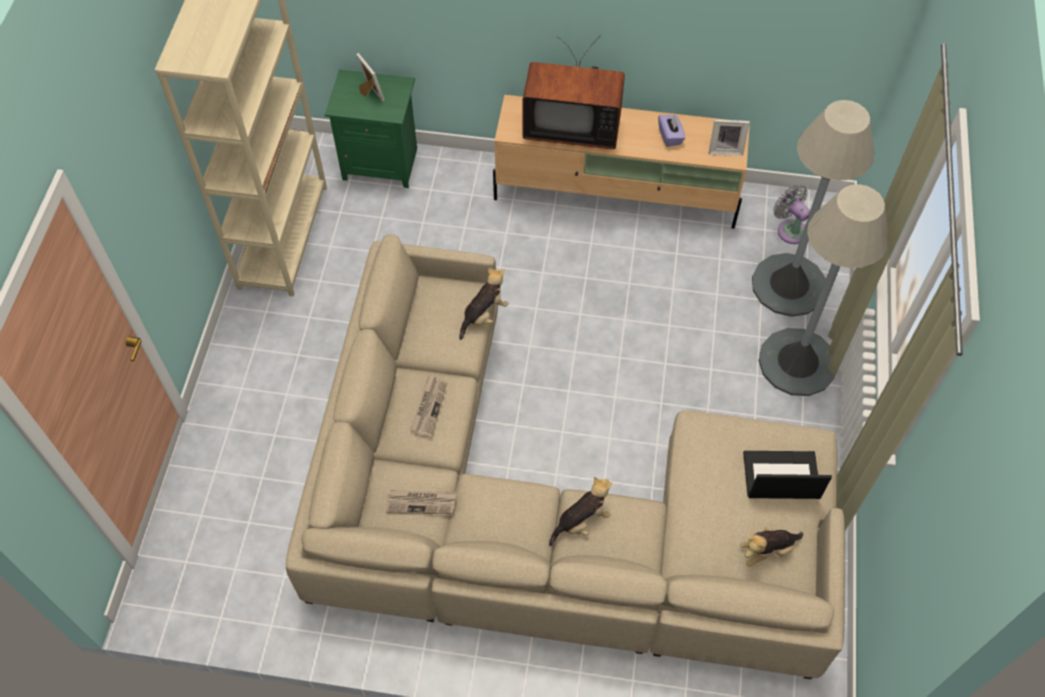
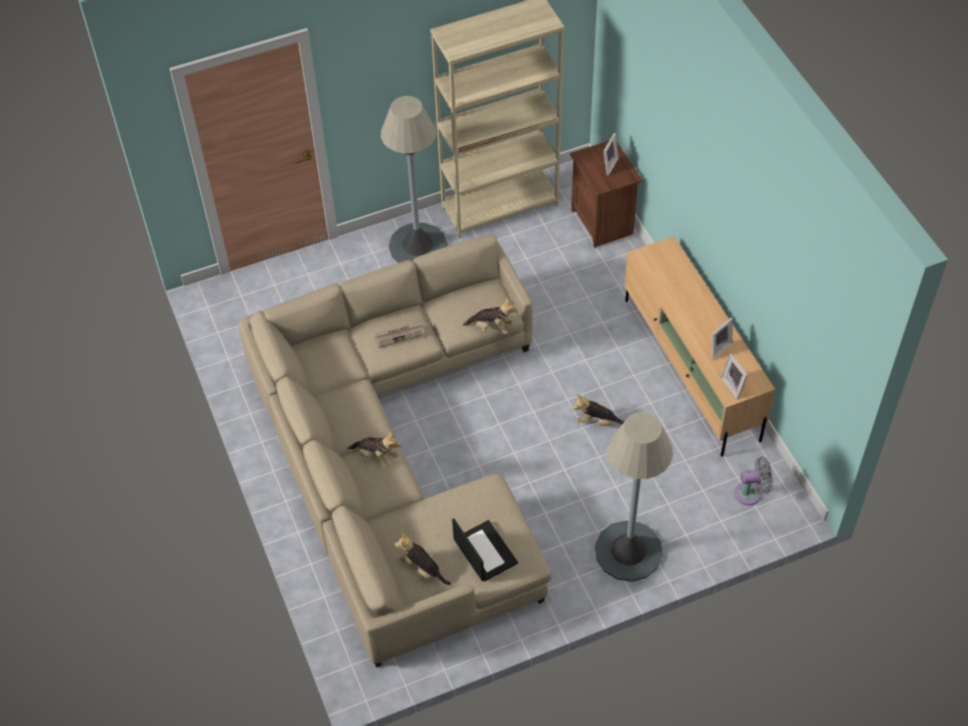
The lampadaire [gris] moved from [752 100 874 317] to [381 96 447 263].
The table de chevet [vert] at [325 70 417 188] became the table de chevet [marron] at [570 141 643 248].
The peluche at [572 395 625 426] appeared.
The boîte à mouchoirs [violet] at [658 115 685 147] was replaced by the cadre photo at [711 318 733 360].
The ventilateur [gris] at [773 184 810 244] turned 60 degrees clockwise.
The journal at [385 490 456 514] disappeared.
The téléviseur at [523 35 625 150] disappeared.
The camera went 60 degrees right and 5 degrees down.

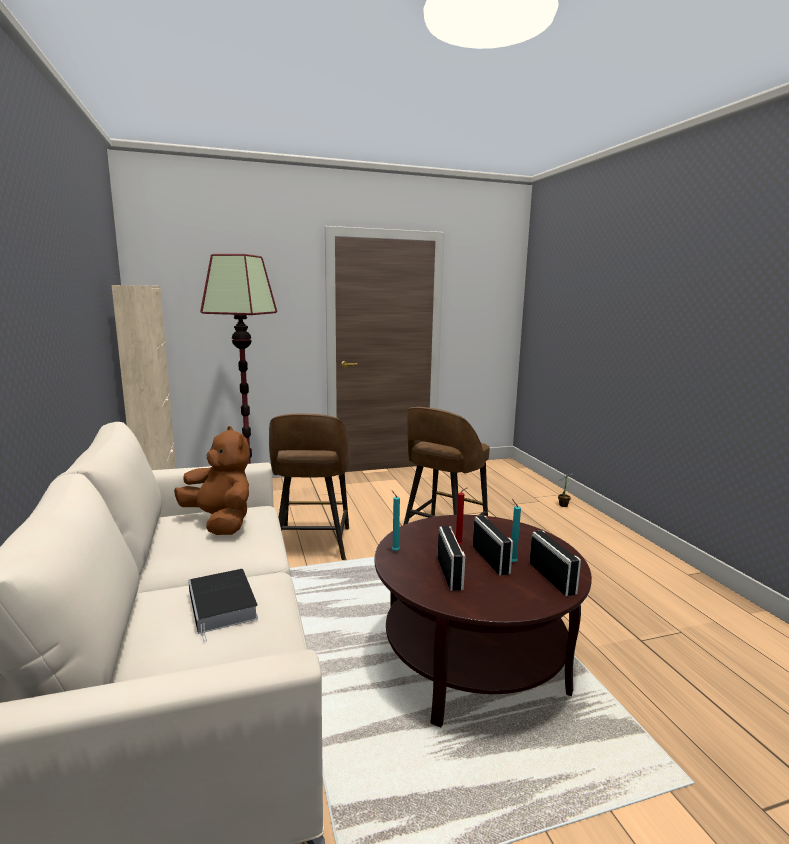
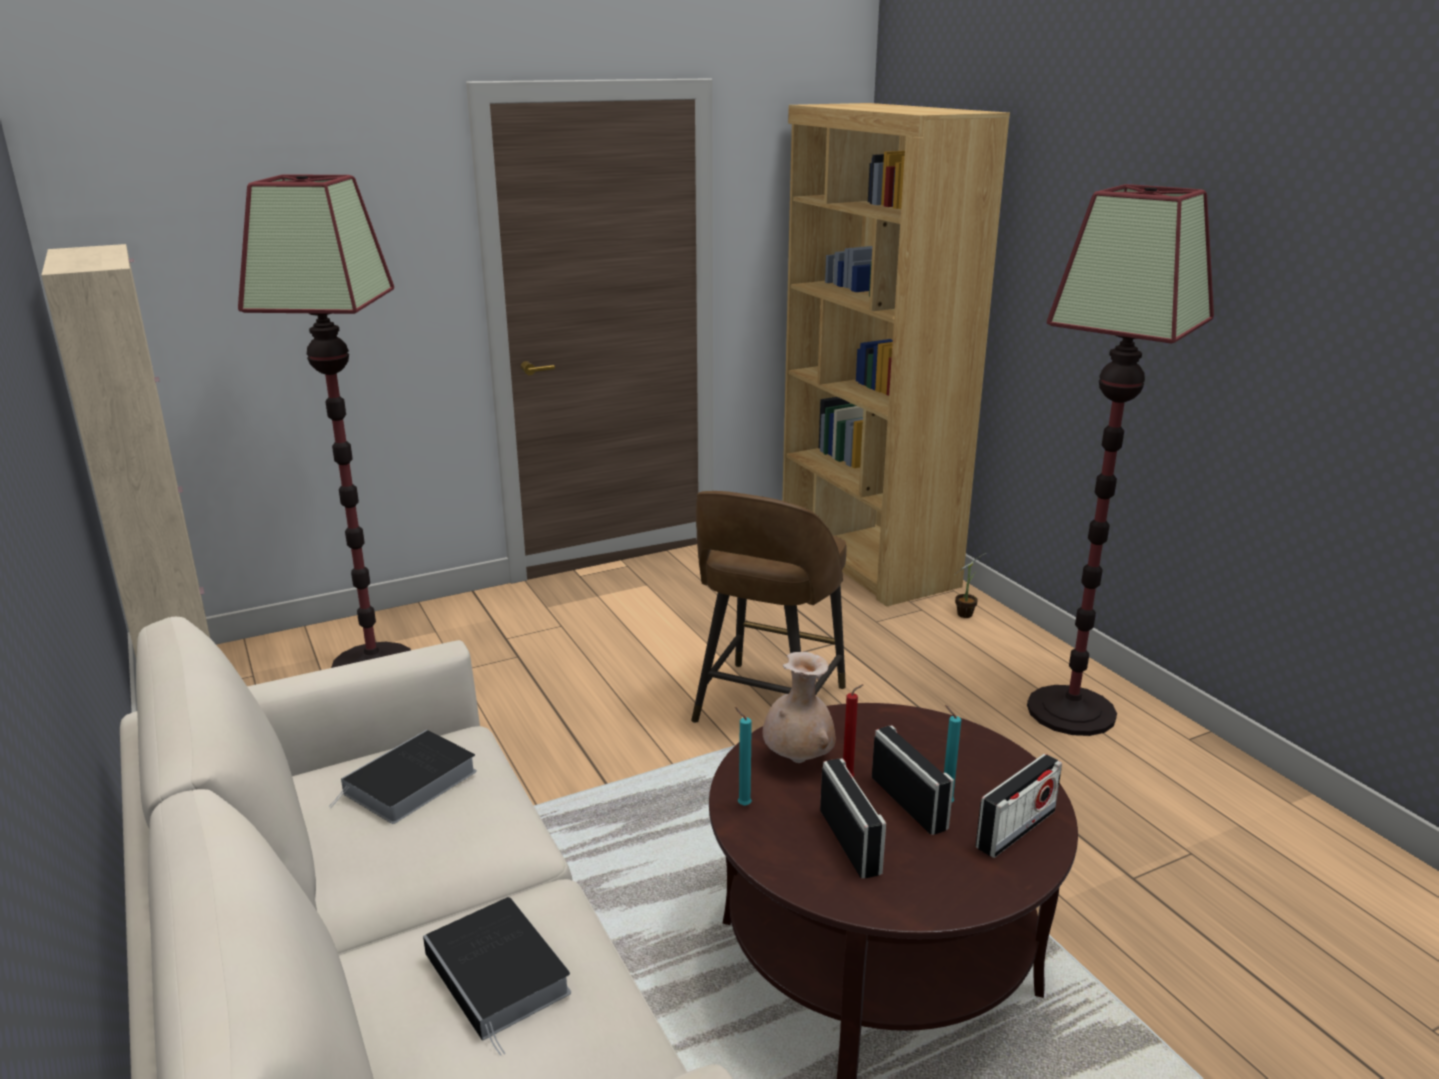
The peluche [marron] at [174 426 250 535] was replaced by the livre at [329 730 477 824].
The vase [beige] at [762 652 836 763] appeared.
The bibliothèque [marron] at [782 103 1010 607] appeared.
The radio at [529 531 581 596] turned 75 degrees clockwise.
The lampadaire at [1027 184 1214 736] appeared.
The tabouret [marron] at [269 414 350 560] disappeared.
The camera went 10 degrees left and 10 degrees up.

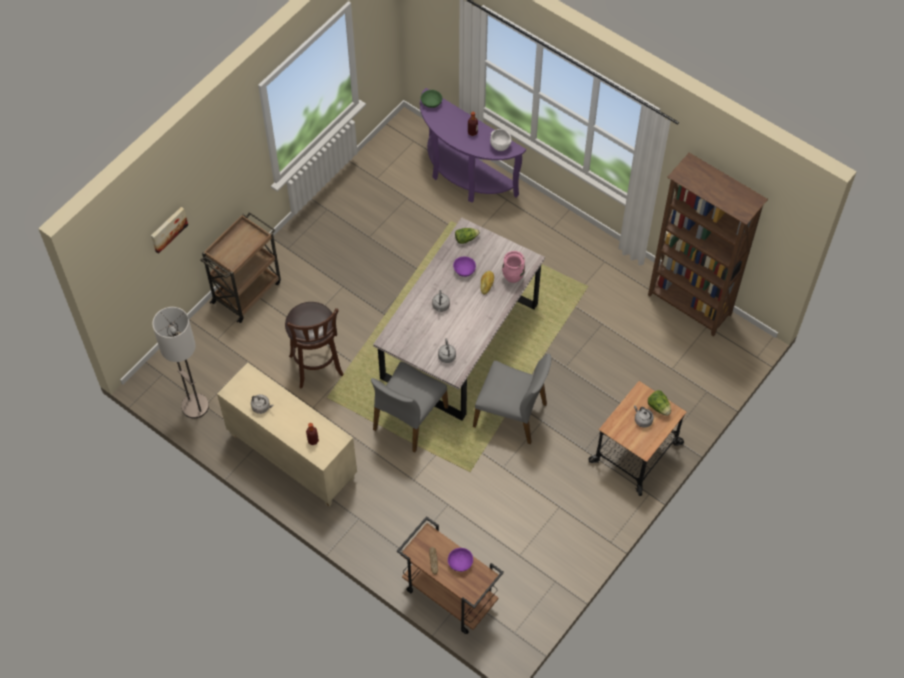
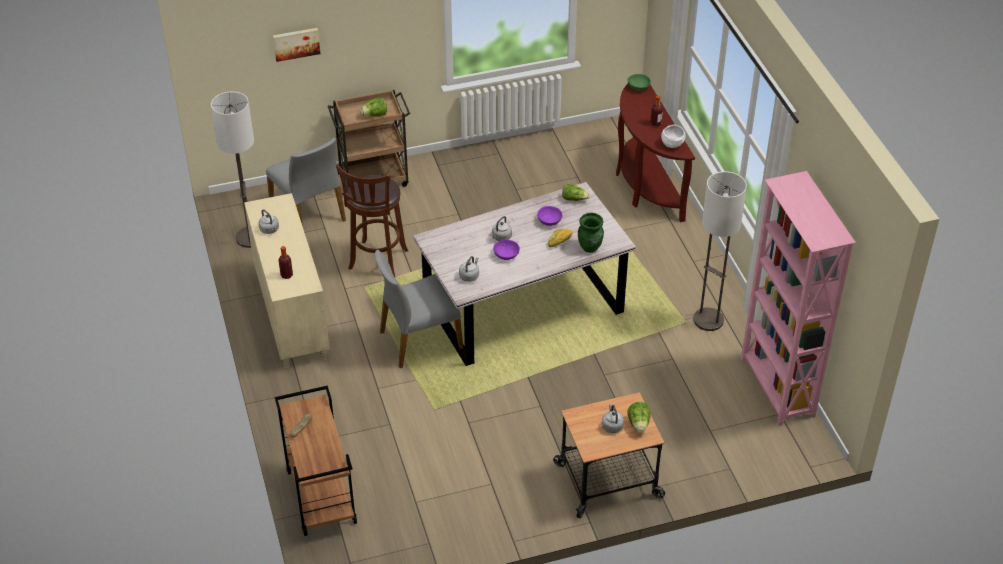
The chaise [gris] moved from [473 353 551 444] to [266 138 346 226].
The laitue at [360 97 387 117] appeared.
The bol [violet] moved from [448 548 473 572] to [493 239 520 260].
The vase [rose] at [502 251 525 283] became the vase [vert] at [578 212 604 253].
The table console [violet] at [420 88 526 203] became the table console [marron] at [616 84 695 222].
The lampadaire at [693 171 747 331] appeared.
The bibliothèque [marron] at [648 153 768 337] became the bibliothèque [rose] at [741 171 856 426].
The camera went 35 degrees right and 15 degrees down.

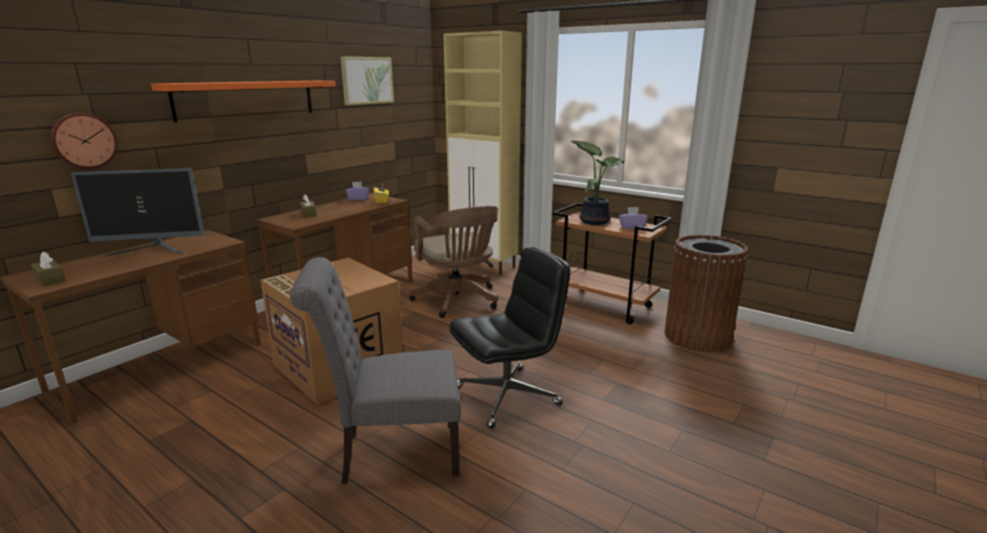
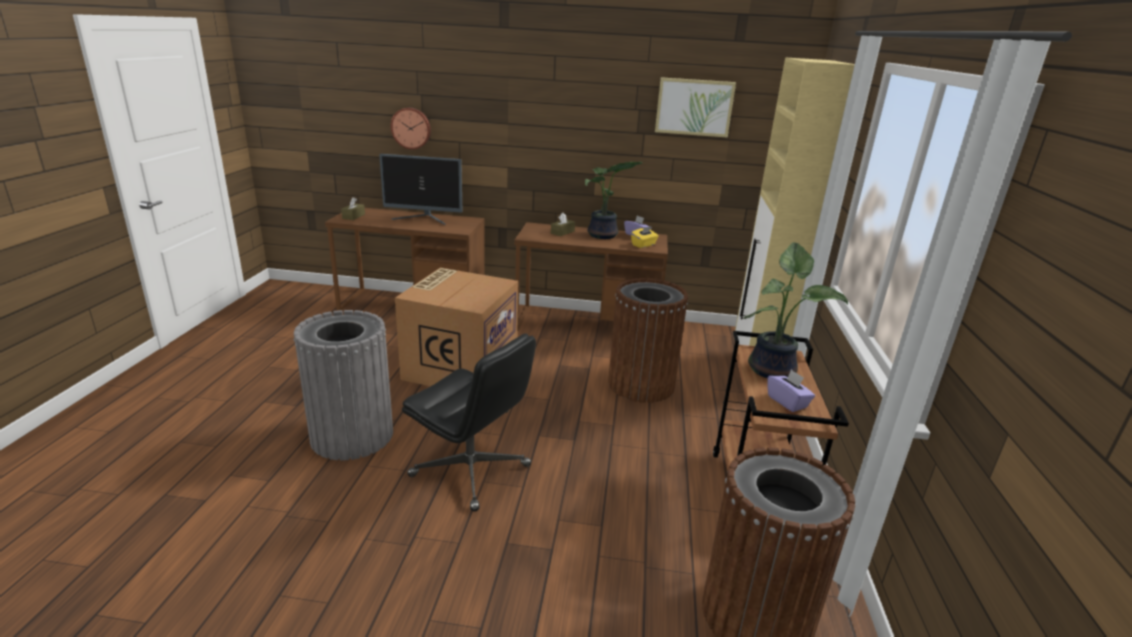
The chaise [gris] at [290 257 461 484] was replaced by the poubelle [gris] at [294 310 393 460].
The écran d'ordinateur at [71 168 204 257] turned 45 degrees counterclockwise.
The plante en pot at [585 162 642 239] appeared.
The chaise de bureau [marron] at [409 206 498 318] was replaced by the poubelle [marron] at [608 278 688 403].
The étagère [orange] at [151 81 335 123] disappeared.
The camera went 60 degrees right and 5 degrees up.

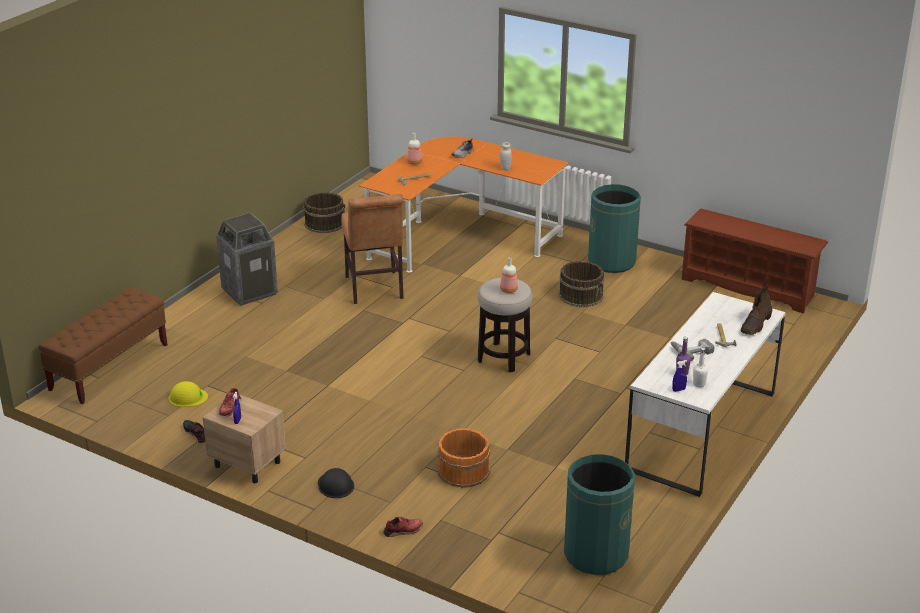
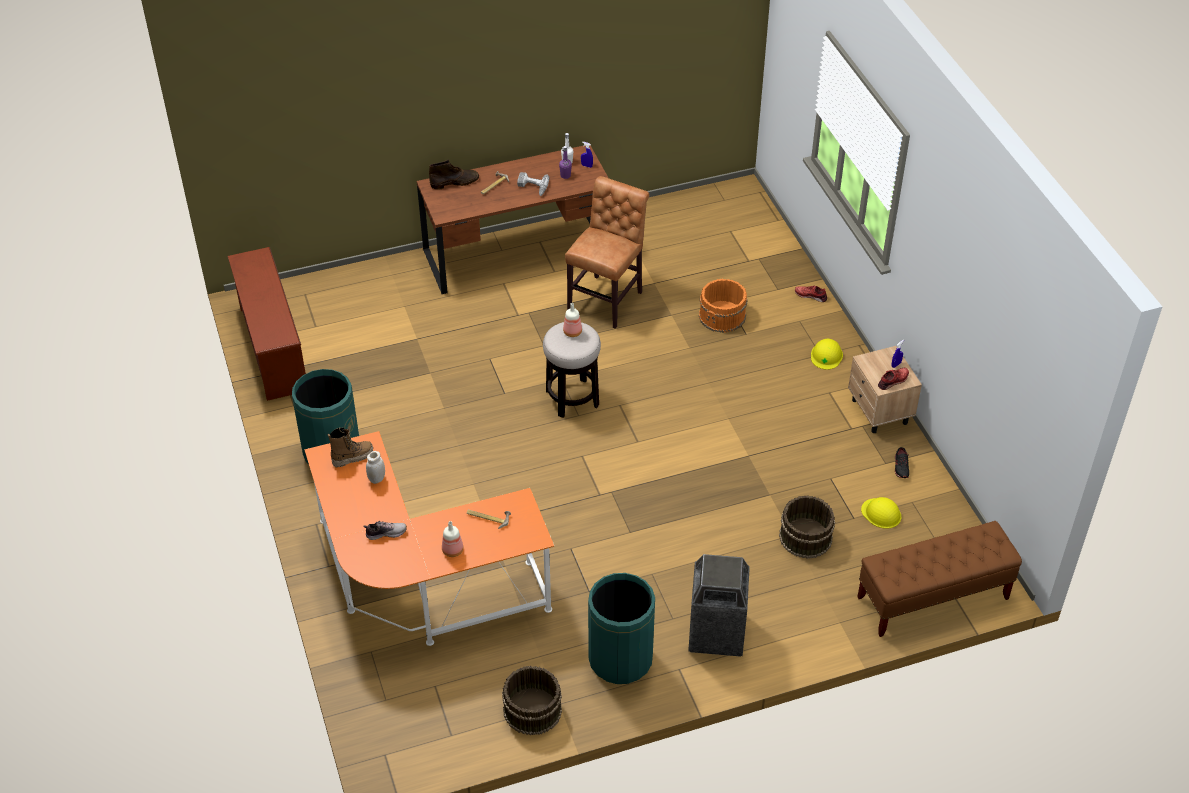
The botte at [328 427 373 467] appeared.
The bureau [blanc] at [625 292 785 497] became the bureau [marron] at [417 145 608 294].
The chaise [marron] moved from [341 194 404 304] to [565 176 649 329].
The poubelle [vert] moved from [564 454 635 575] to [588 573 655 684].
The seau [marron] moved from [559 261 605 307] to [779 495 835 559].
The casque de chantier [noir] at [318 468 354 498] became the casque de chantier [jaune] at [811 339 843 370].
The camera went 140 degrees left and 15 degrees up.

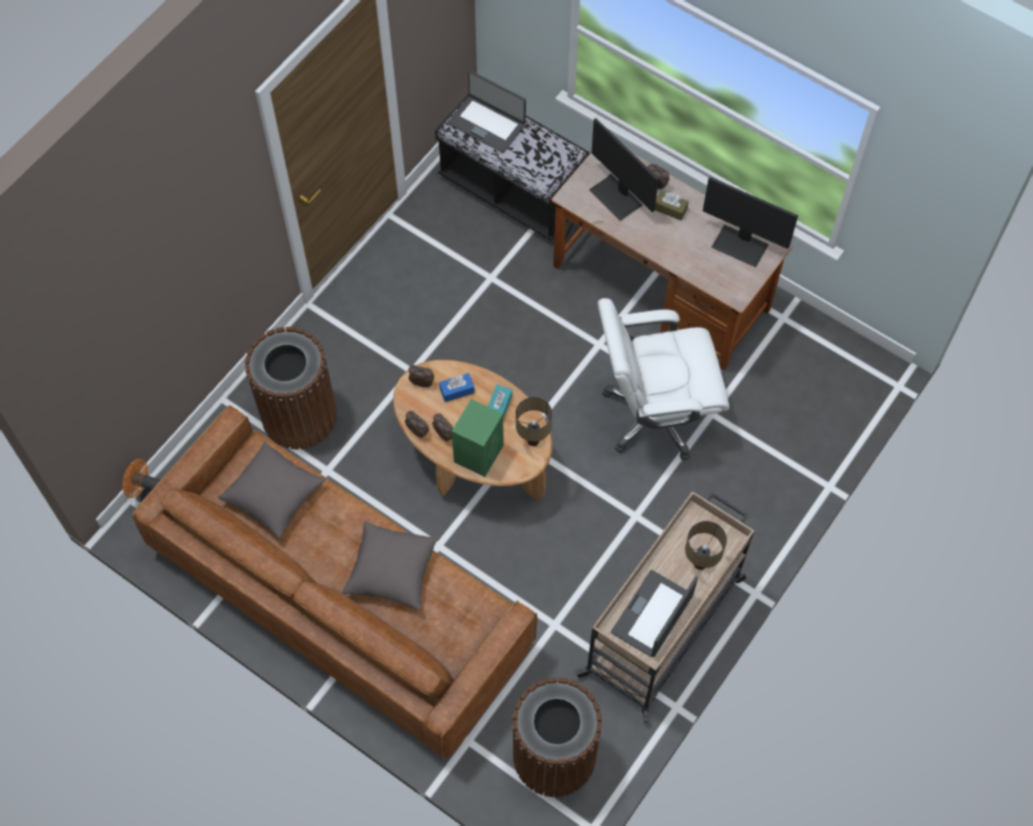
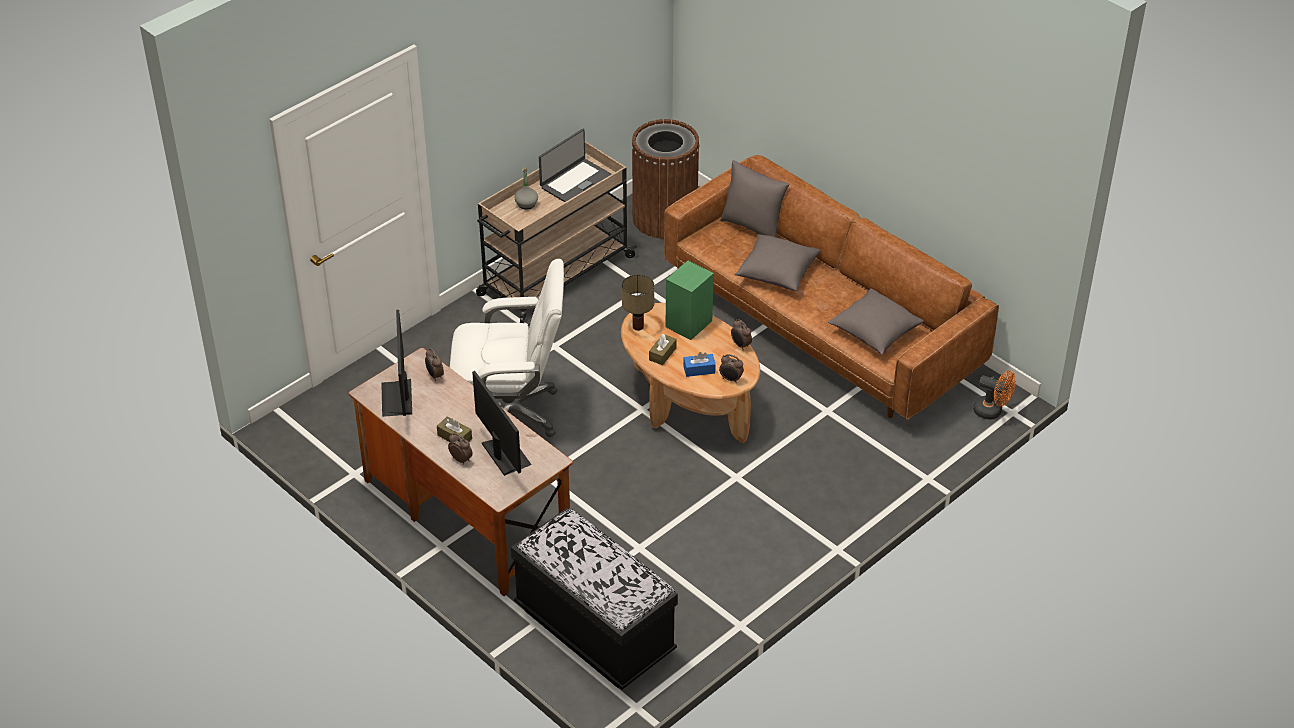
The écran d'ordinateur at [703 177 798 267] turned 135 degrees counterclockwise.
The réveil moved from [432 413 453 442] to [425 348 444 381].
The lampe de table at [685 521 727 570] was replaced by the bouteille [gris] at [514 167 538 209].
The boîte à mouchoirs [turquoise] at [488 385 512 419] became the boîte à mouchoirs [marron] at [649 334 677 365].
The coussin [gris] at [720 160 789 237] appeared.
The poubelle [marron] at [245 327 337 450] disappeared.
The ordinateur portable at [448 70 526 153] disappeared.
The camera went 170 degrees left and 20 degrees down.

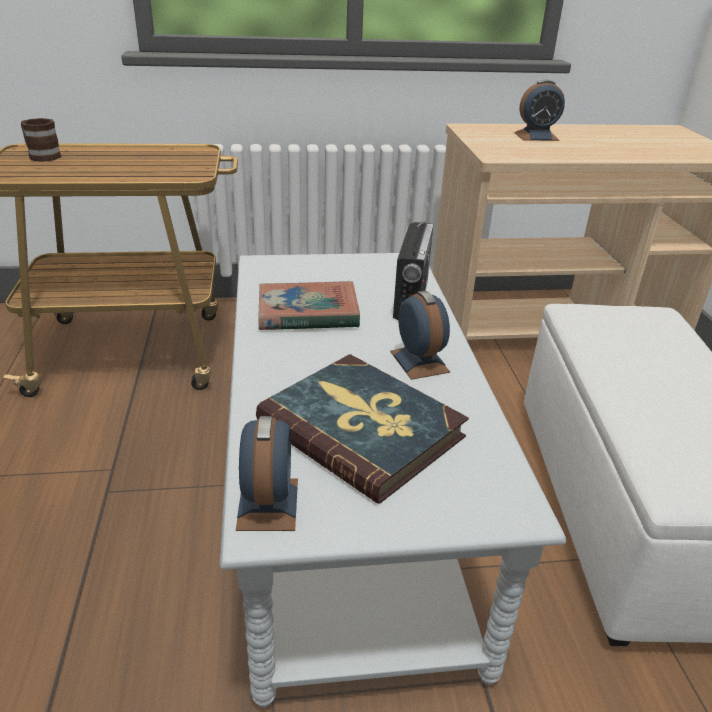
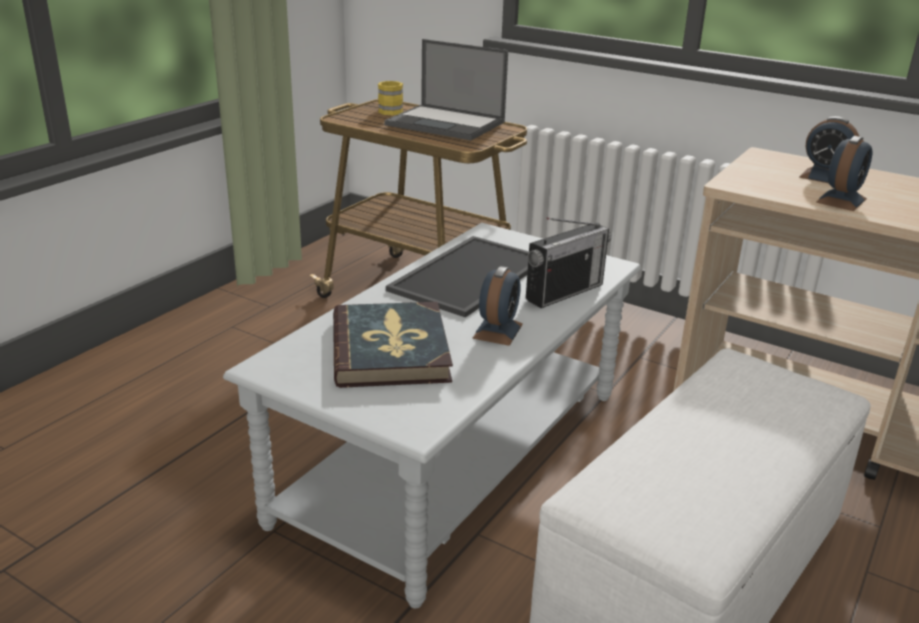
The mug [marron] at [21 118 61 162] became the mug [jaune] at [378 81 403 115].
The ordinateur portable at [384 39 508 141] appeared.
The livre at [258 281 360 330] was replaced by the plateau at [386 236 529 318].
The réveil moved from [236 416 298 531] to [816 136 873 211].
The camera went 40 degrees right and 5 degrees down.

